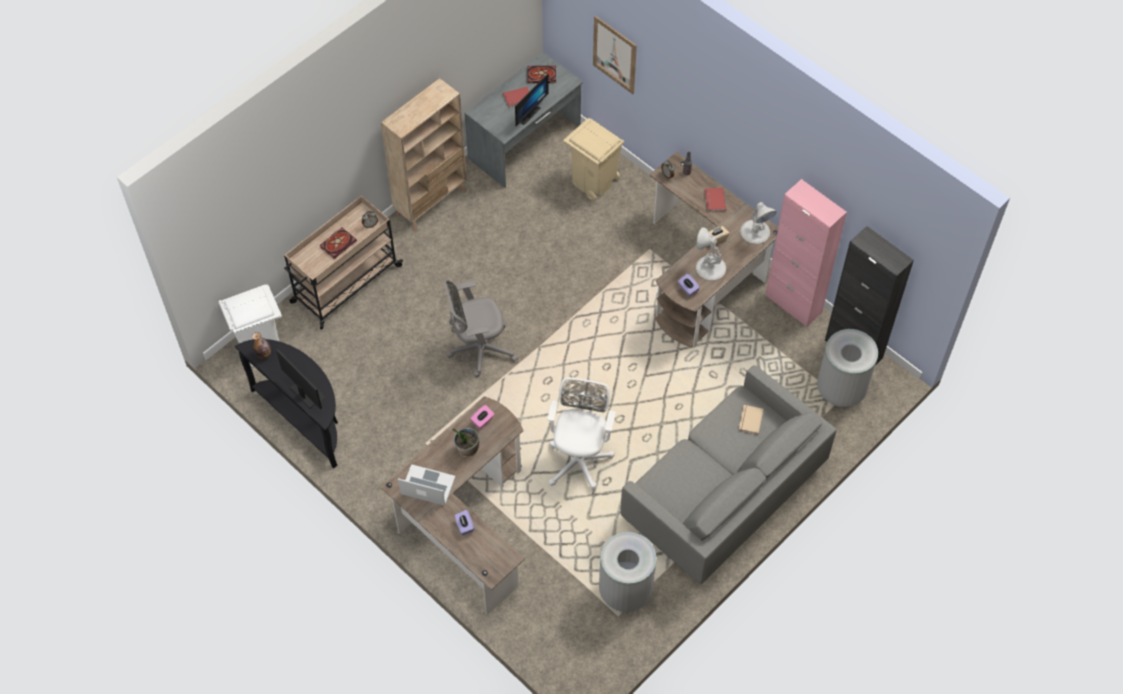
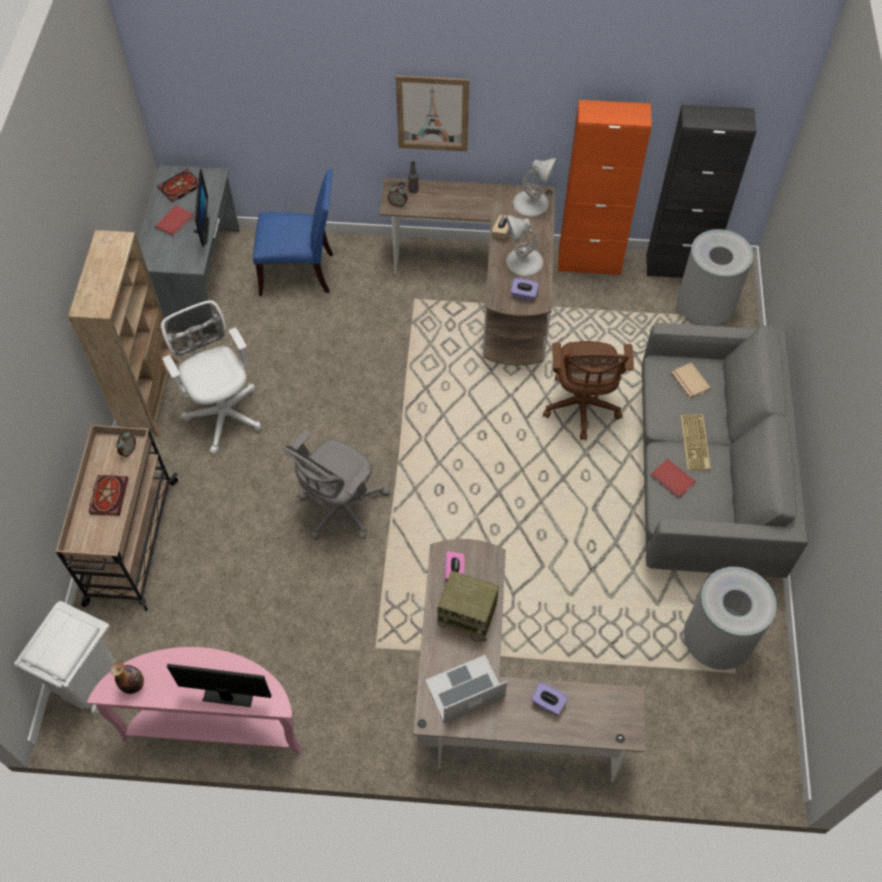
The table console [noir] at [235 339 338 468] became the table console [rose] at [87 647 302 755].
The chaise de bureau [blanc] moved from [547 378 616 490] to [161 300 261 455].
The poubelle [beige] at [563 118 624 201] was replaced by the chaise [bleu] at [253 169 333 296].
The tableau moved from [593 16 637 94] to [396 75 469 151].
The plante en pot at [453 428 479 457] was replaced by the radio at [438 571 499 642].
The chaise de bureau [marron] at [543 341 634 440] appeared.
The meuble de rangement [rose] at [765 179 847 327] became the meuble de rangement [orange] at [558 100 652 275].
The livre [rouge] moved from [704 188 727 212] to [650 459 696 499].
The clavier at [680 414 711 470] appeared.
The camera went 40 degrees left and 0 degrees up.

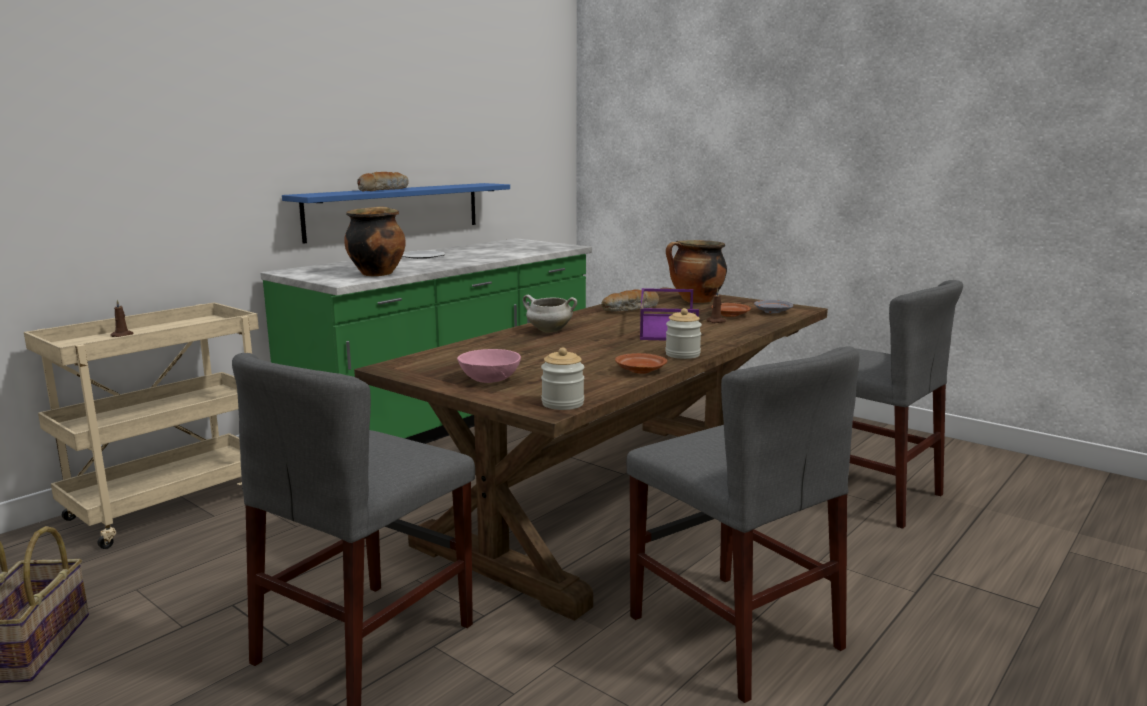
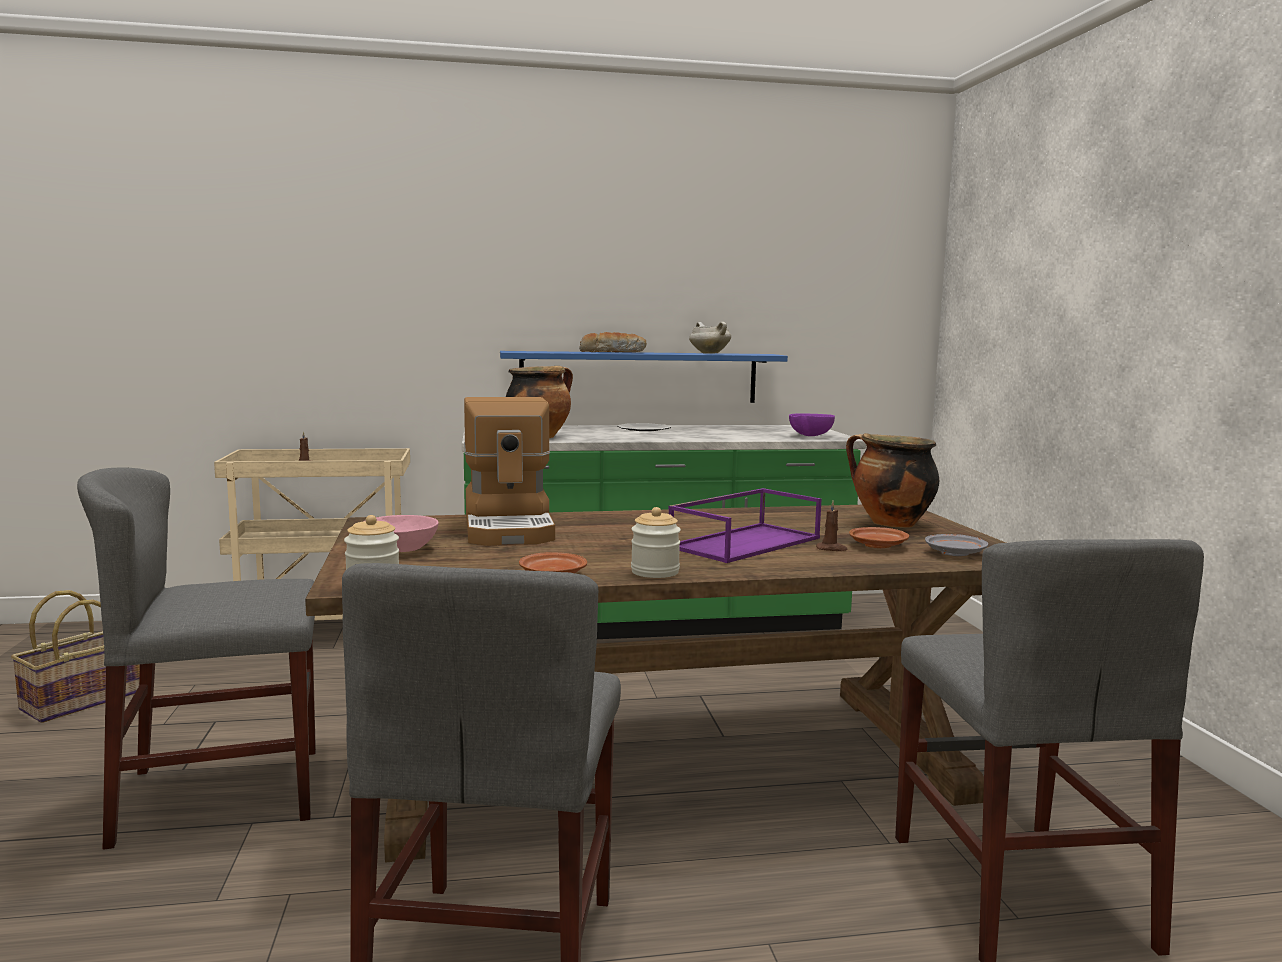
The machine à café at [464 397 555 546] appeared.
The marmite [blanc] moved from [523 295 577 333] to [689 322 731 354].
The bol [violet] at [789 413 835 436] appeared.
The pain at [602 289 659 312] disappeared.
The camera went 40 degrees right and 5 degrees down.

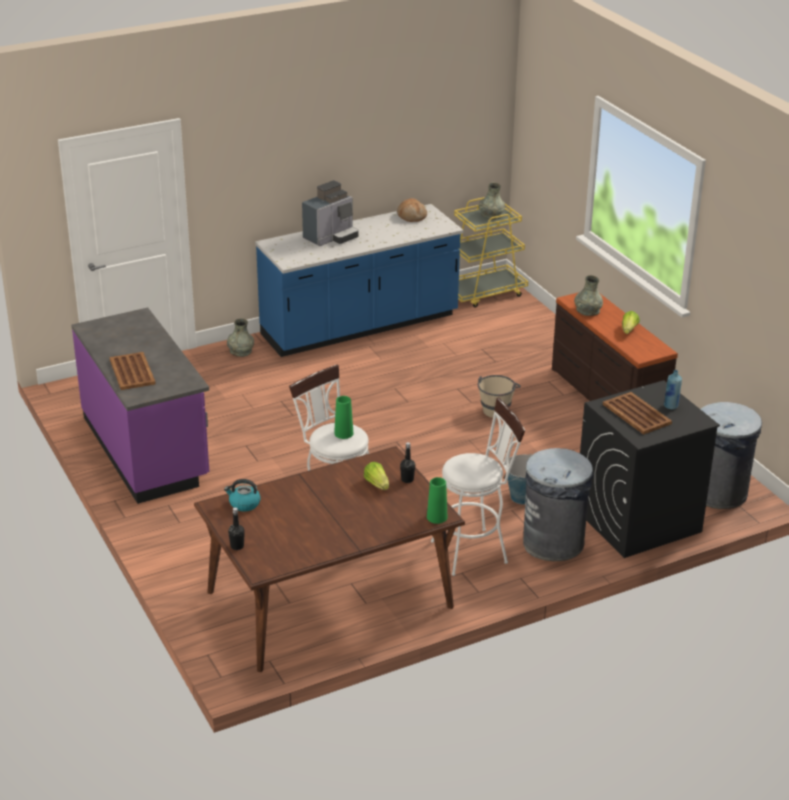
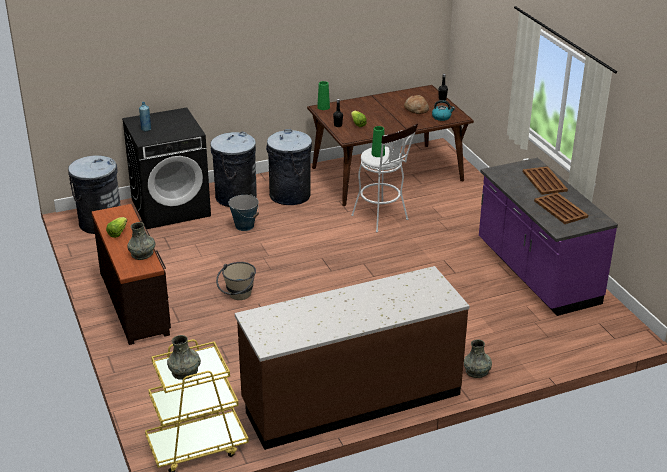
The comptoir de cuisine [bleu] at [255 204 463 357] became the comptoir de cuisine [marron] at [235 266 469 450].
The tabouret [blanc] at [431 397 525 576] was replaced by the poubelle [gris] at [266 129 312 205].
The pain moved from [397 198 427 222] to [404 95 429 114].
The plateau [marron] moved from [603 392 672 435] to [534 192 588 224].
The machine à café at [302 180 359 246] disappeared.
The camera went 175 degrees left and 0 degrees up.

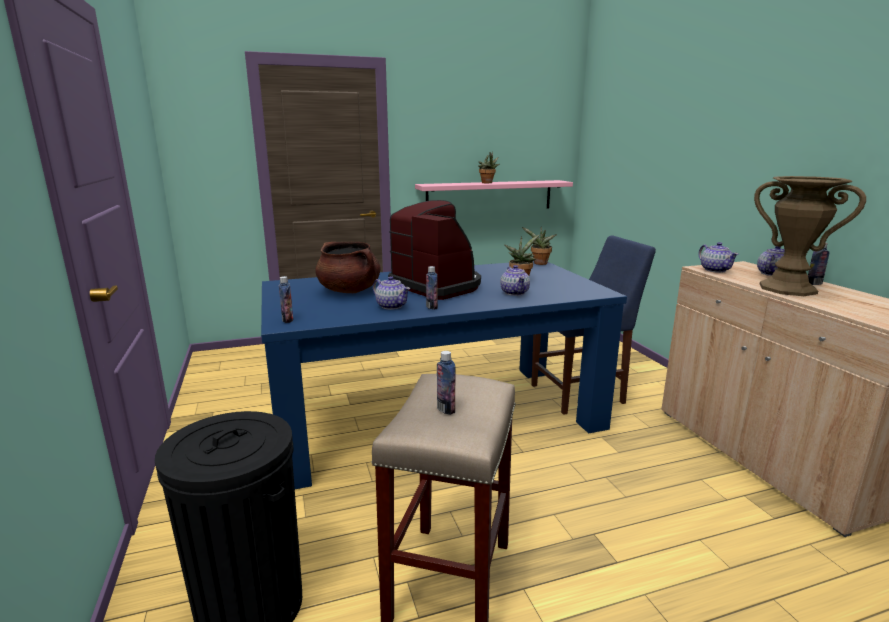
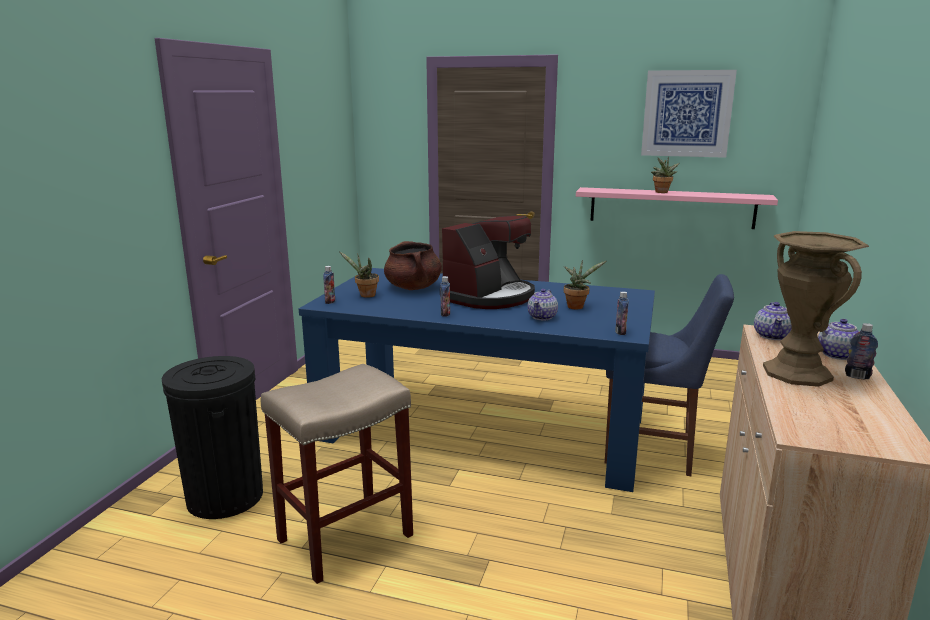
The plante en pot moved from [522 227 557 265] to [339 251 379 298].
The machine à café at [388 200 481 300] turned 45 degrees clockwise.
The bouteille moved from [437 351 456 415] to [615 292 629 335].
The tableau at [641 70 737 158] appeared.
The théière at [373 276 410 310] disappeared.
The camera went 35 degrees right and 0 degrees up.

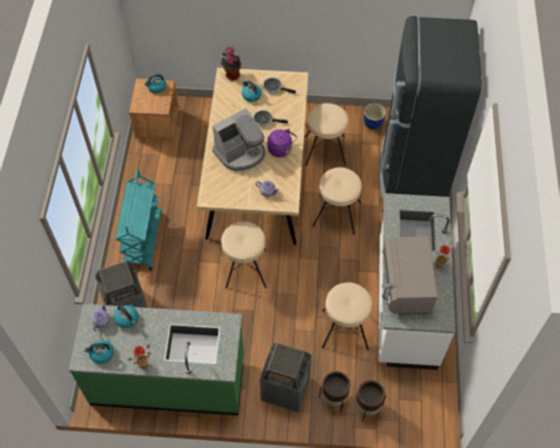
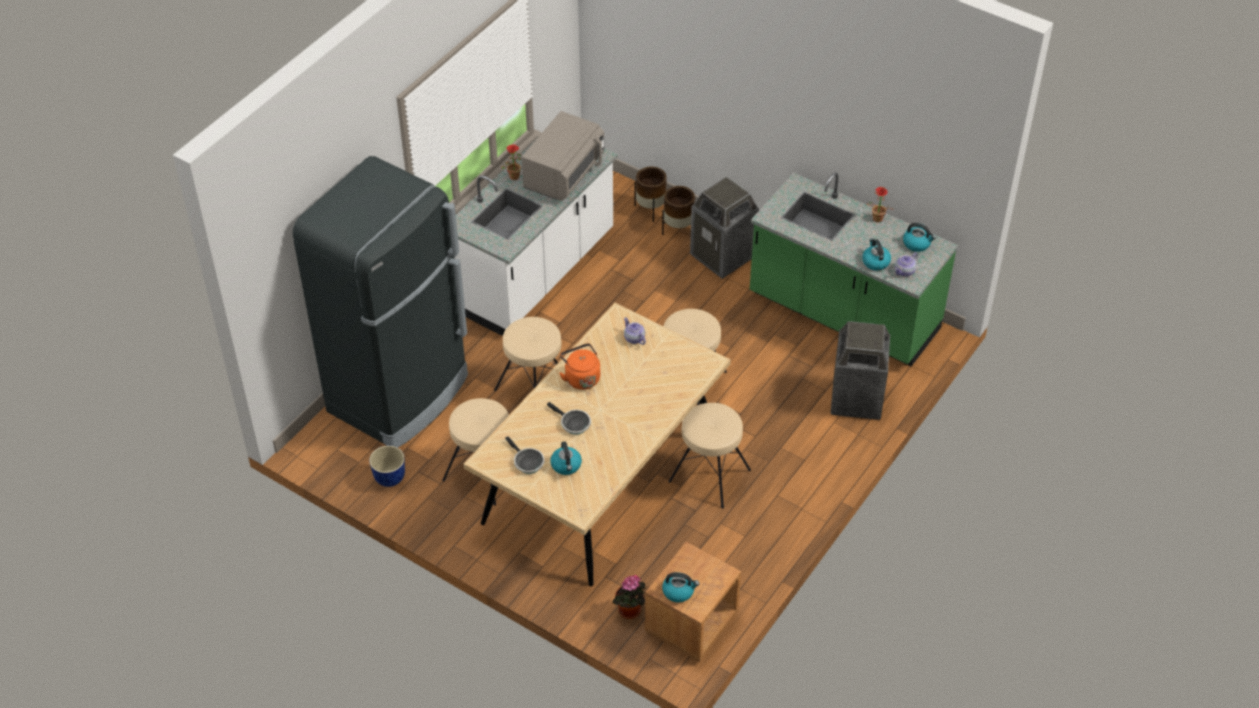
The bouilloire [violet] at [267 129 297 157] became the bouilloire [orange] at [559 343 600 390].
The plante en pot moved from [221 46 241 80] to [613 575 645 619].
The tabouret [beige] moved from [322 282 372 350] to [668 403 751 508].
The chariot [turquoise] at [115 170 162 271] disappeared.
The machine à café at [212 108 265 171] disappeared.
The camera went 150 degrees left and 10 degrees down.

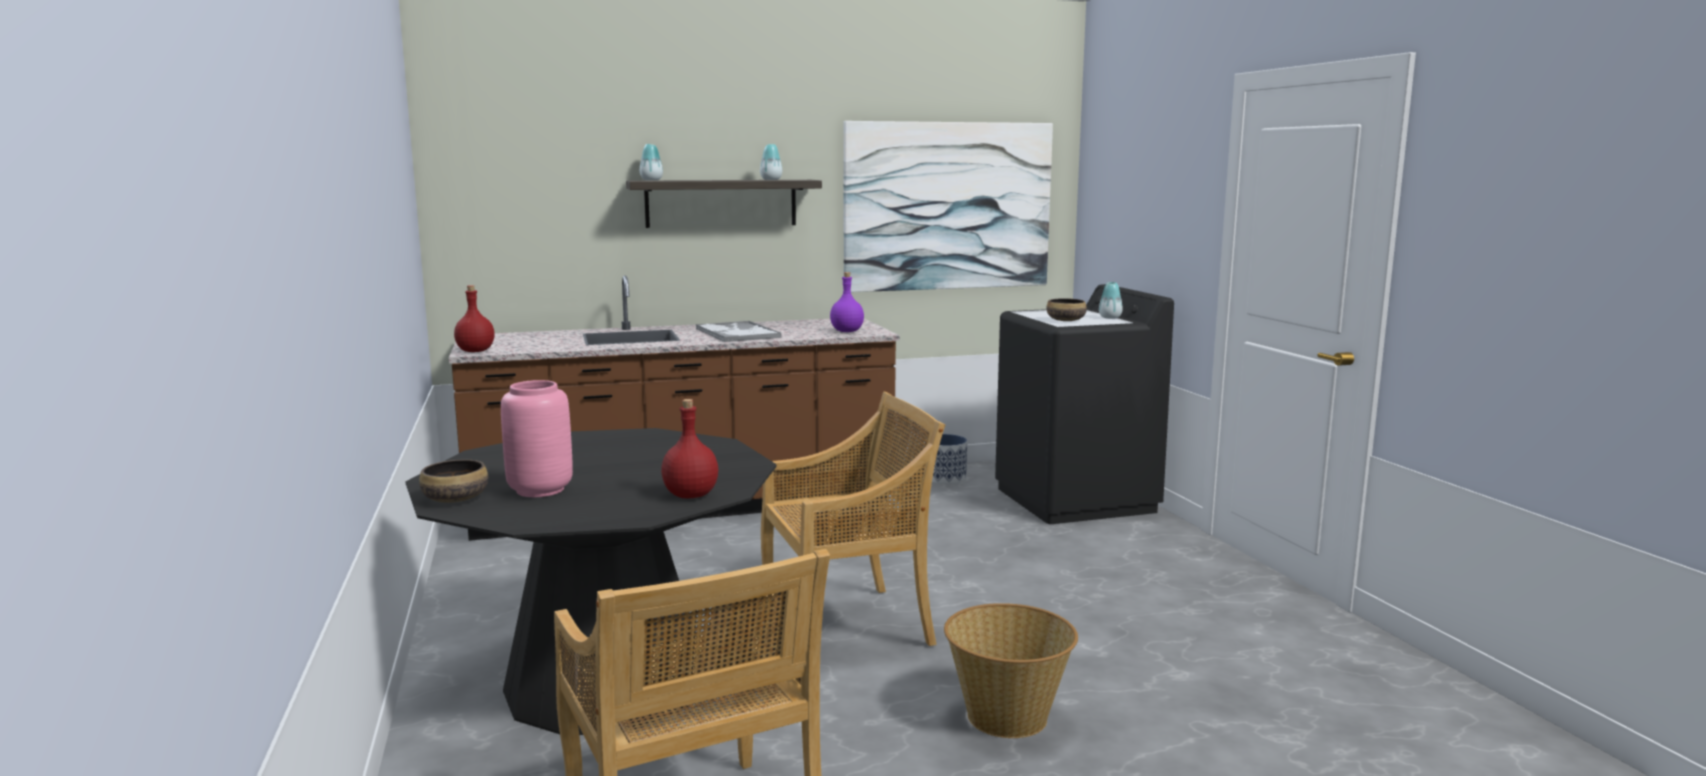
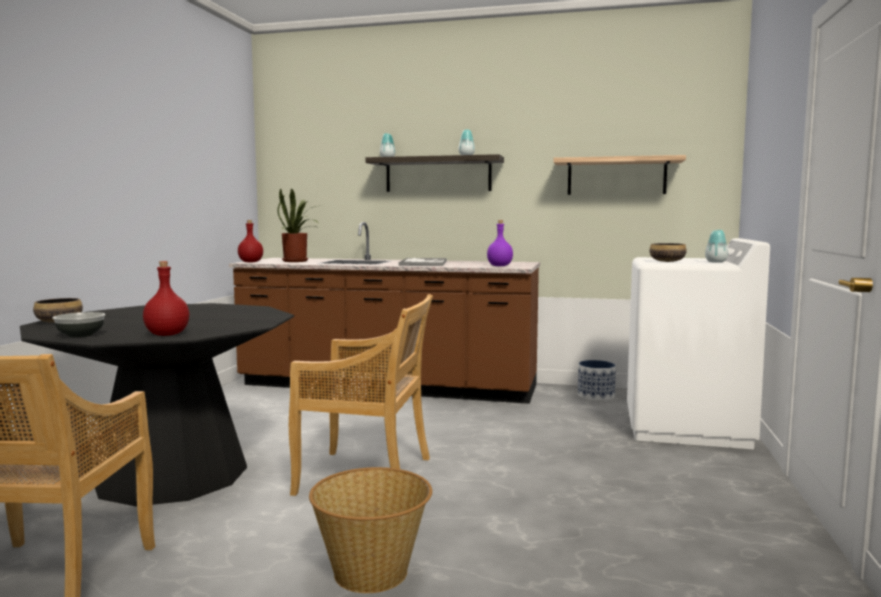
The bol at [53 312 105 337] appeared.
The plante en pot at [277 188 324 262] appeared.
The tableau at [843 121 1053 292] was replaced by the étagère at [553 155 686 195].
The lave-linge [noir] at [995 284 1174 524] became the lave-linge [blanc] at [627 238 770 449].
The vase [rose] at [501 380 573 497] disappeared.
The camera went 30 degrees right and 5 degrees down.

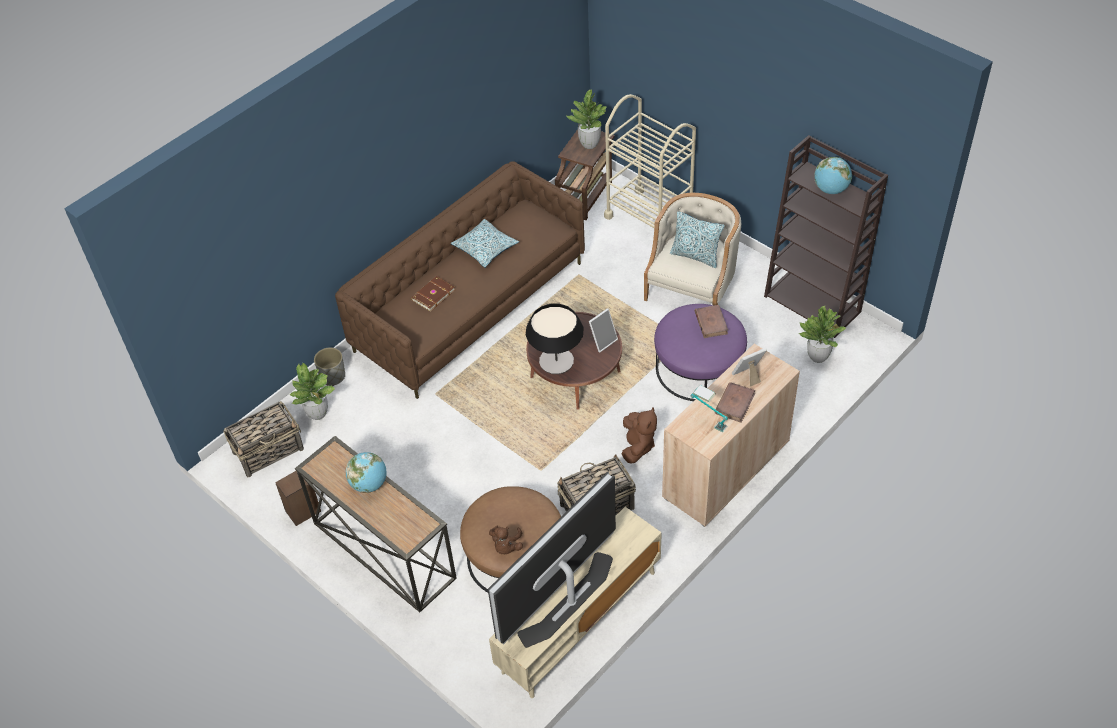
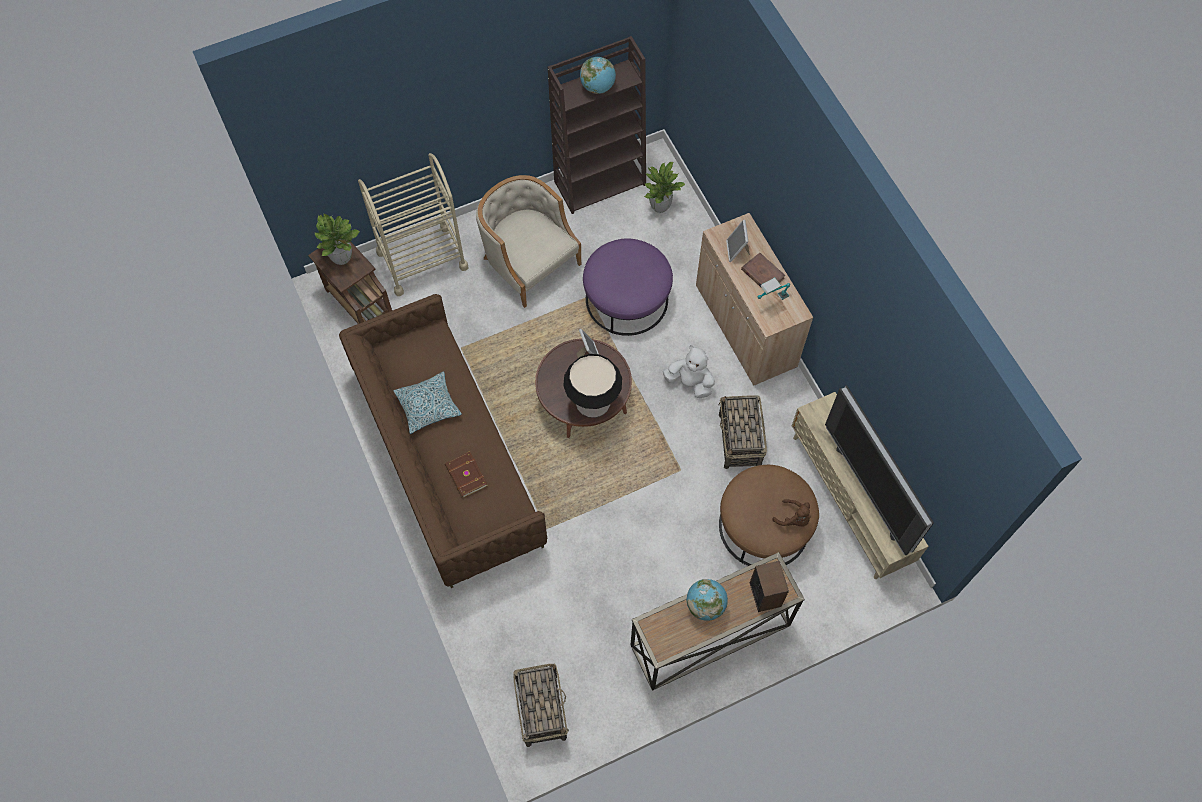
The peluche [marron] at [622 407 657 464] became the peluche [blanc] at [663 345 715 398].
The enceinte moved from [275 471 321 526] to [750 561 789 612].
The plante en pot at [289 363 336 420] disappeared.
The cache-pot [gris] at [314 348 345 386] disappeared.
The coussin at [670 211 725 268] disappeared.
The livre [marron] at [695 305 728 338] disappeared.
The camera went 70 degrees left and 15 degrees up.

